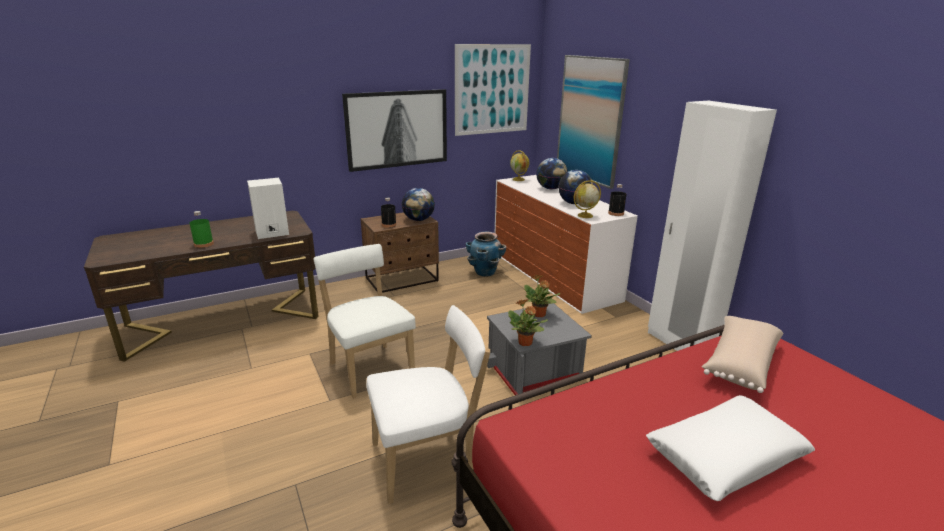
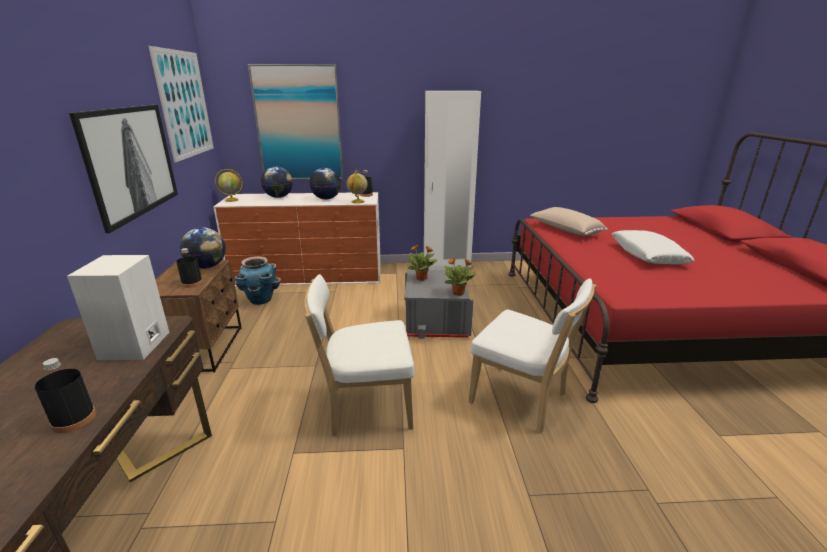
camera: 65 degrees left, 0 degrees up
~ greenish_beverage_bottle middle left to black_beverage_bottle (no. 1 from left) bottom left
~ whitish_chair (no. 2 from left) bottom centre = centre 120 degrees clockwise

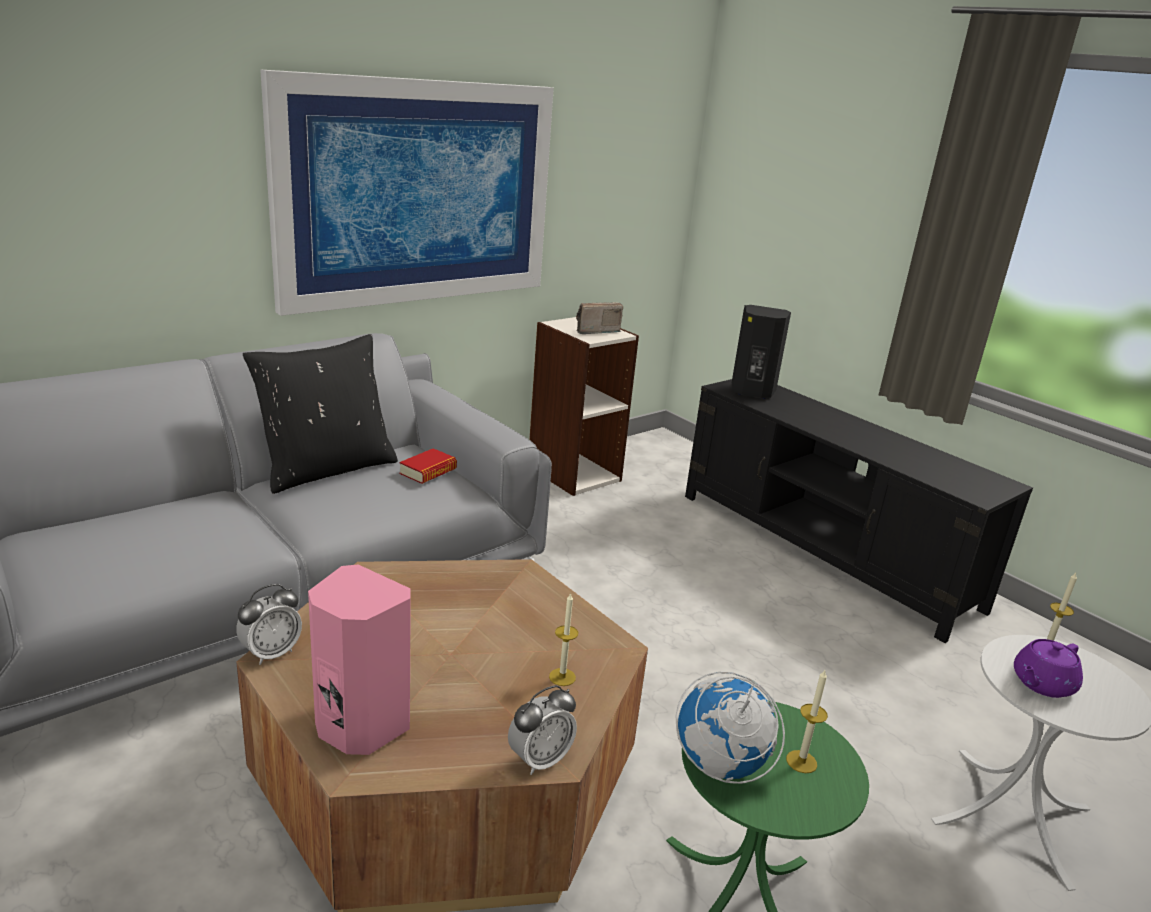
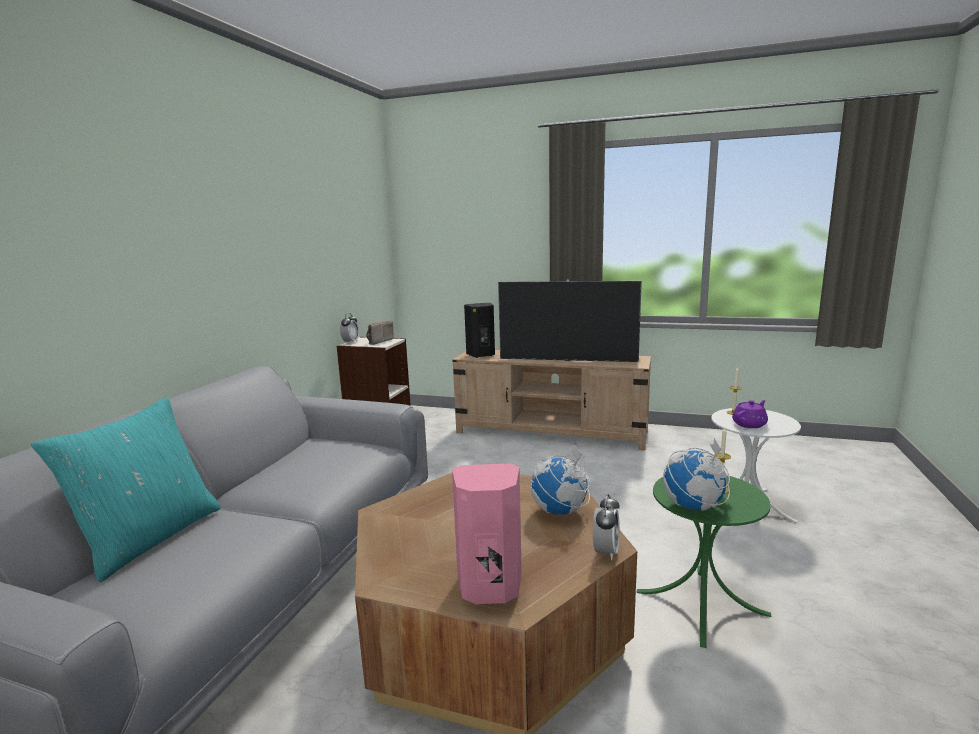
camera: 30 degrees left, 10 degrees down
- black_throw_pillow middle left
- wall_picture top centre
- book centre
+ turquoise_throw_pillow middle left
+ TV_set centre
~ alarm_clock (no. 1 from left) bottom left to centre
~ wax_candle (no. 1 from left) bottom centre to world_globe (no. 1 from left) centre
~ black_tv_unit middle right to beige_tv_unit centre
~ purple_tea_pot bottom right = middle right 150 degrees counterclockwise

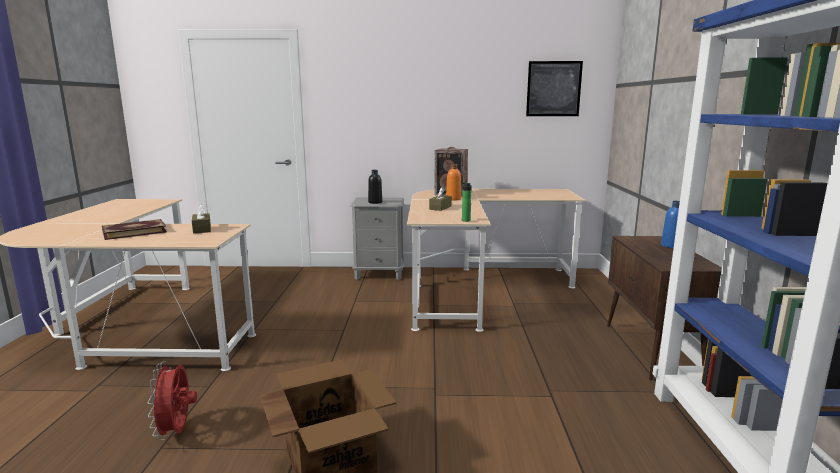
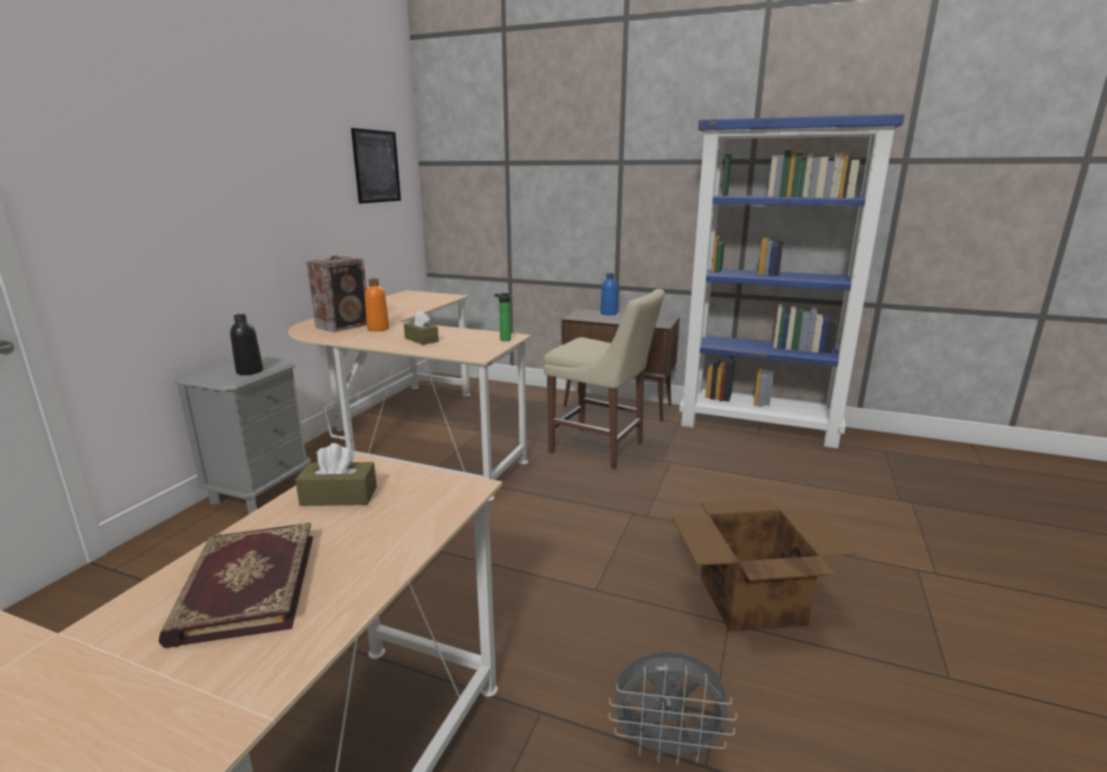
camera: 70 degrees left, 5 degrees up
+ beige_chair centre
~ red-coloured_cooling_fan bottom left to grey_cooling_fan bottom centre

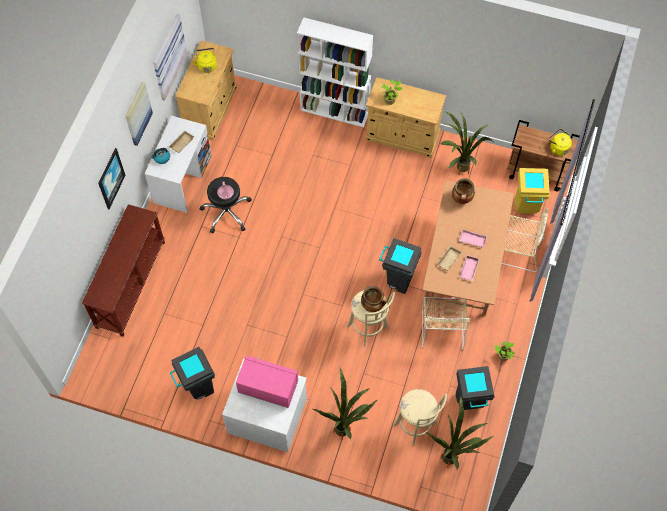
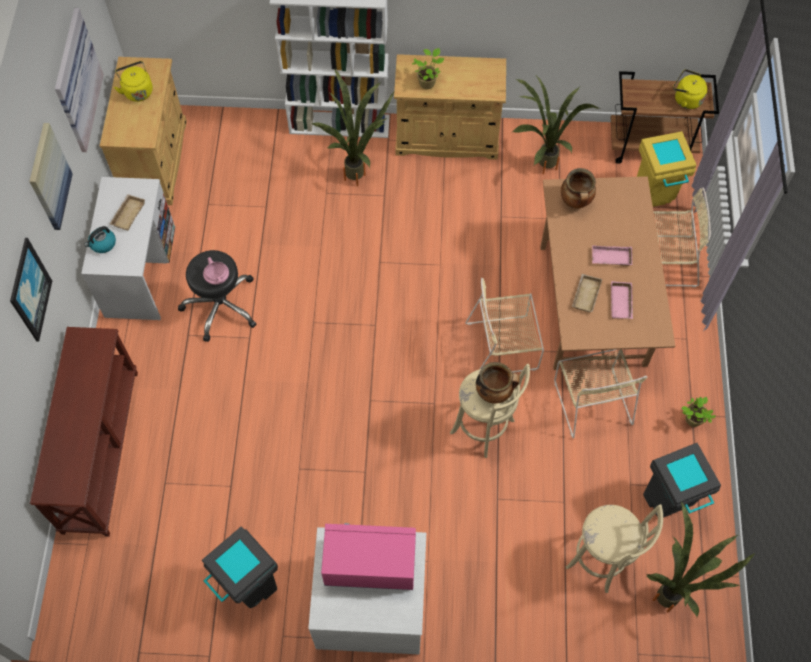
camera: 15 degrees left, 0 degrees up
~ potted_plant (no. 1 from left) bottom centre to top centre
~ grey_rubbish_bin (no. 2 from left) centre to beige_chair (no. 1 from left) centre

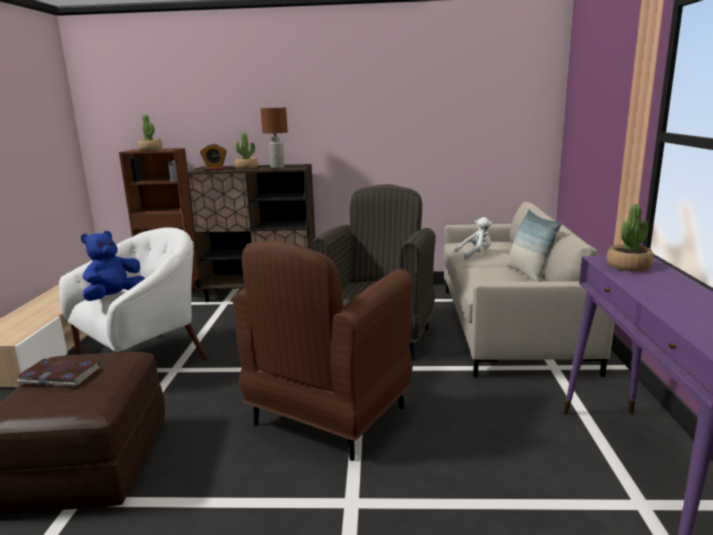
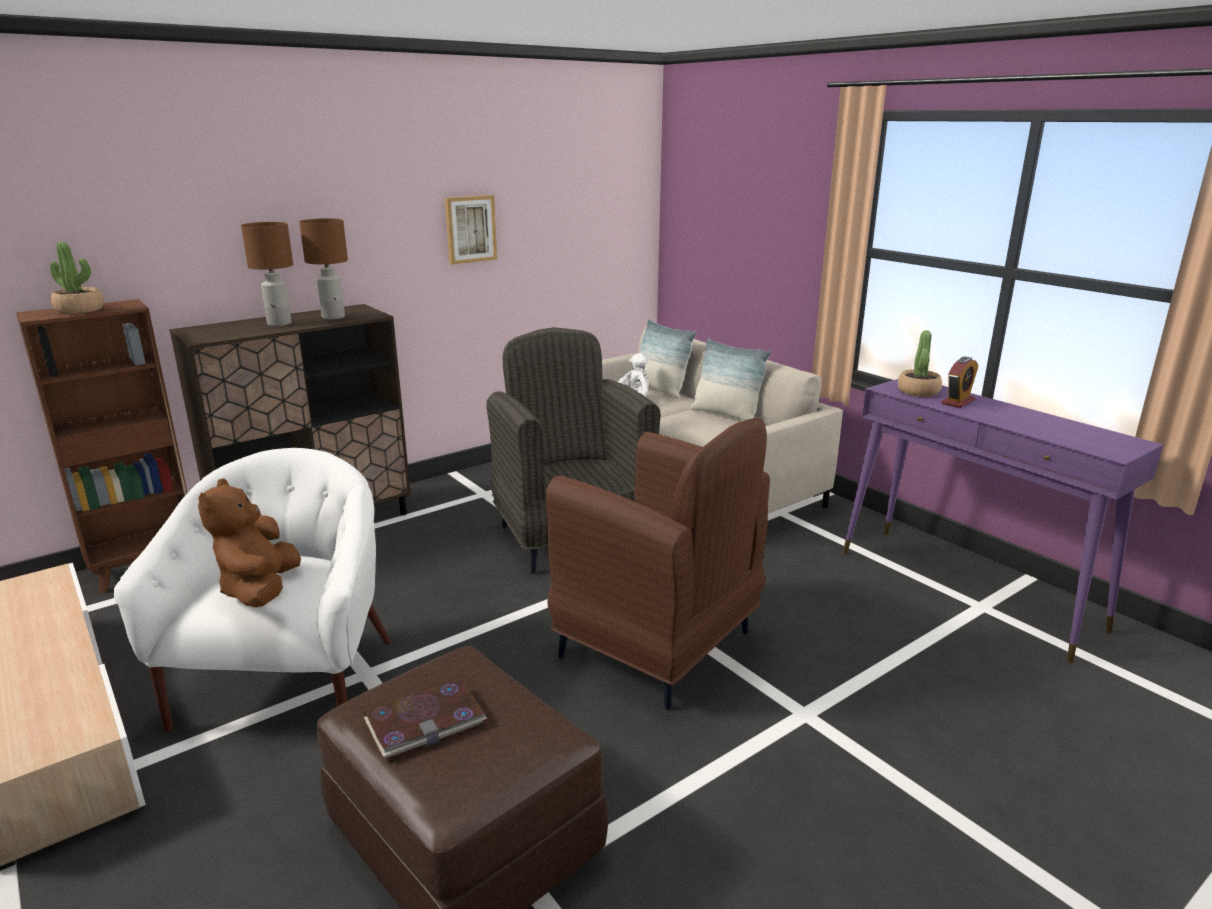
camera: 40 degrees left, 5 degrees up
+ wall_picture top centre
+ throw_pillow (no. 1 from left) centre
~ alarm_clock top left to middle right
~ potted_plant (no. 2 from left) top centre to brown_tabletop_lamp (no. 1 from left) top left
~ bluish_cuddly_toy middle left to brown_cuddly_toy middle left
~ brown_easy_chair centre = centre 45 degrees counterclockwise

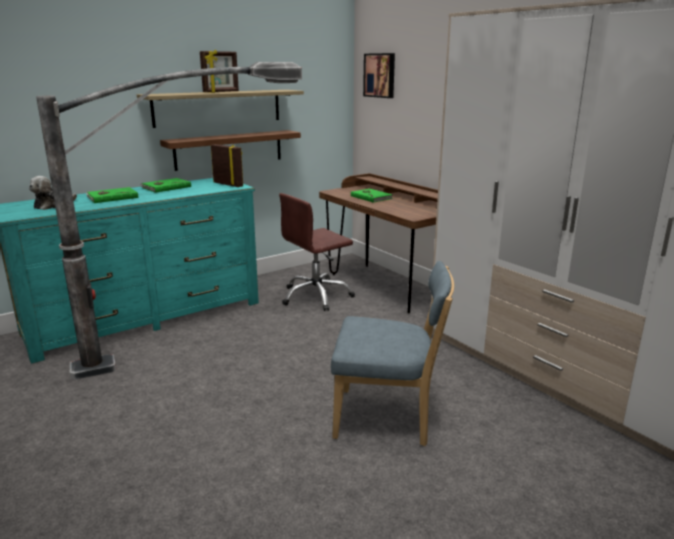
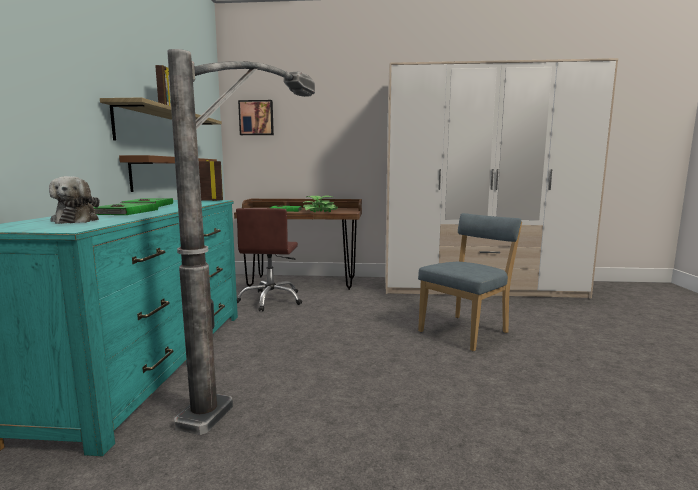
camera: 50 degrees left, 10 degrees down
+ potted_plant centre

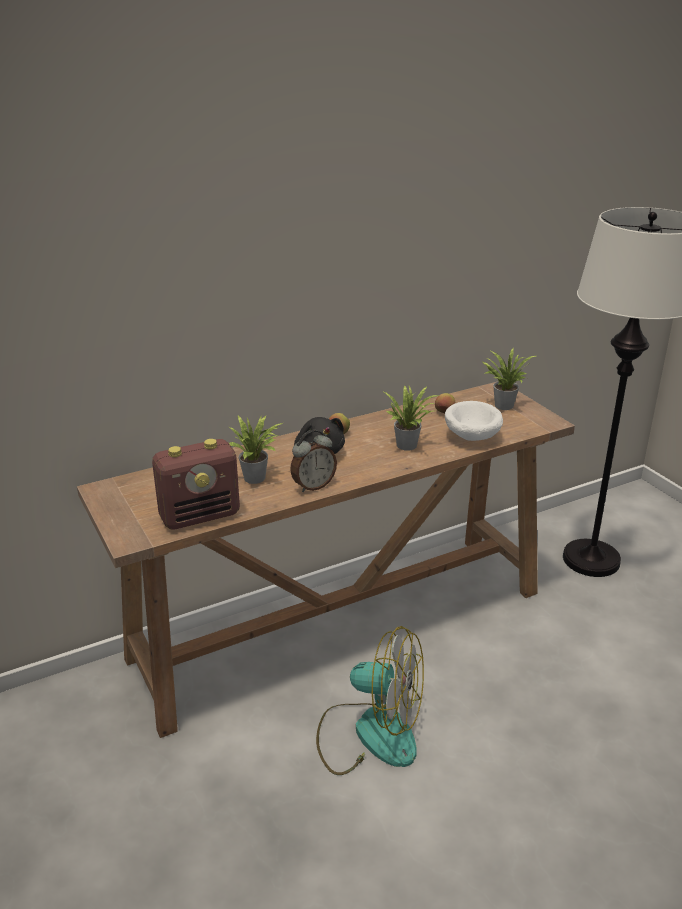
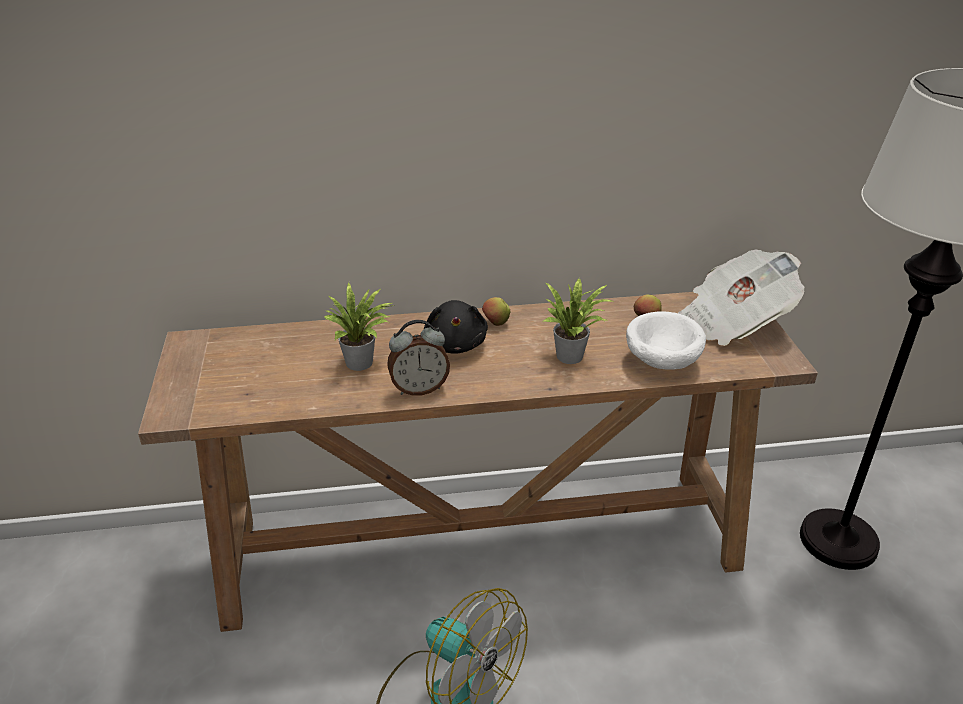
camera: 20 degrees right, 5 degrees up
- radio middle left
~ potted_plant (no. 3 from left) middle right to newspaper middle right

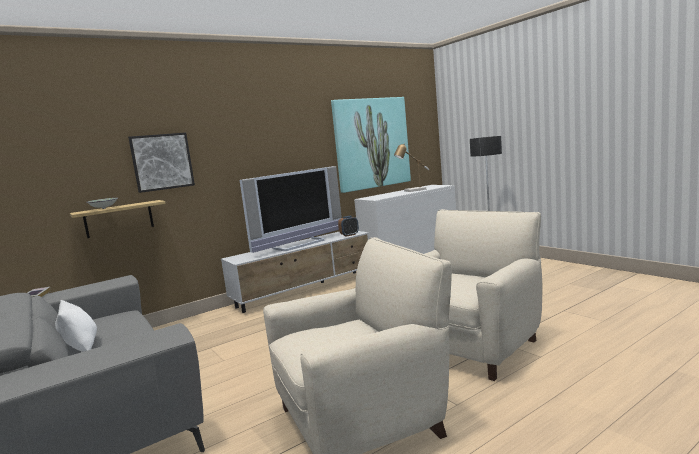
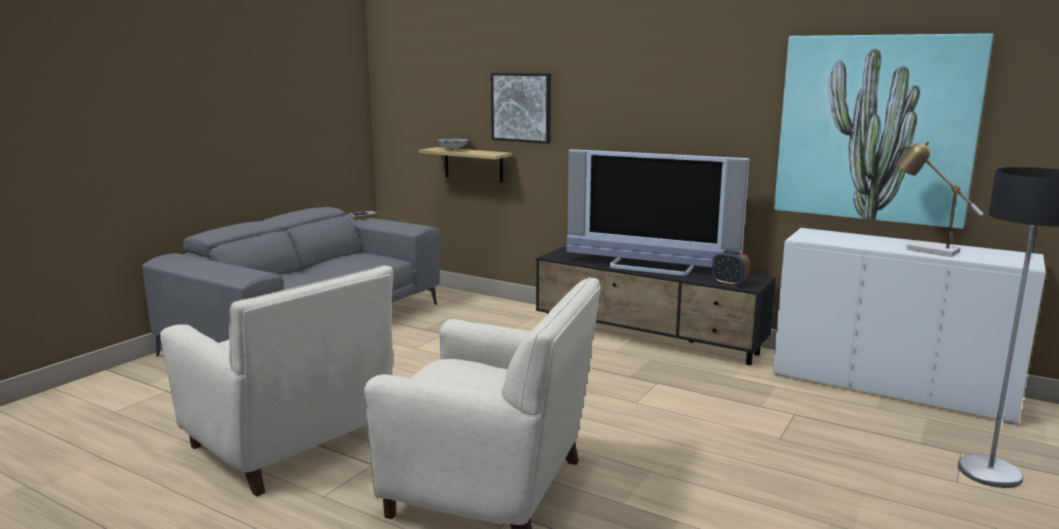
camera: 65 degrees right, 5 degrees up
- whitish_throw_pillow bottom left
~ whitish_tv_unit centre to black_tv_unit centre

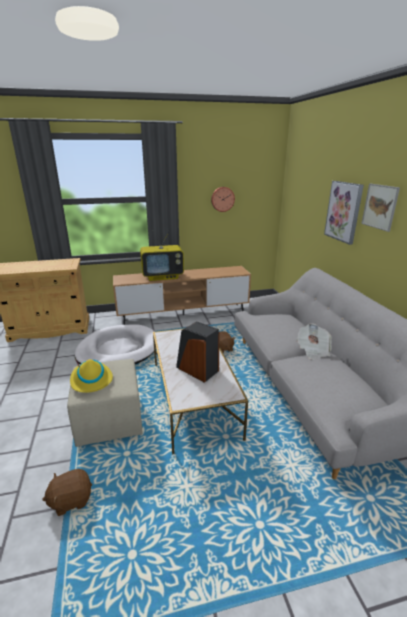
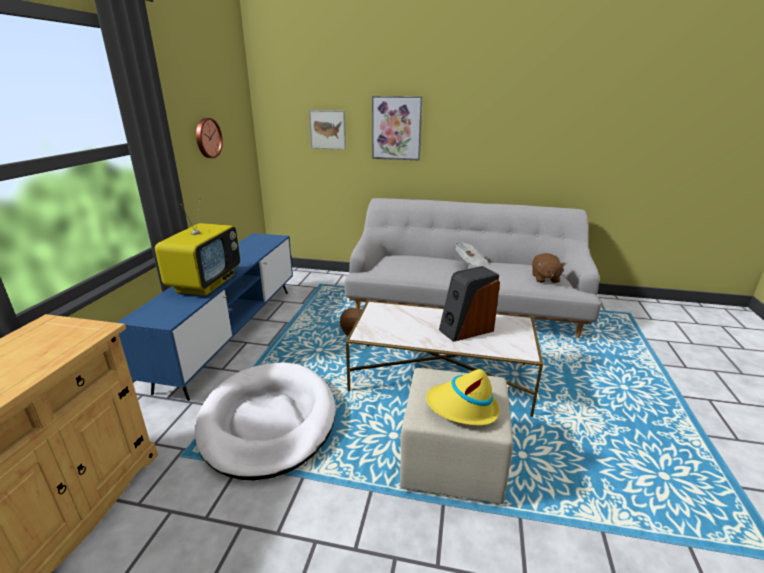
camera: 65 degrees left, 0 degrees up
~ brown_cuddly_toy (no. 1 from left in the first image) bottom left to brown_cuddly_toy (no. 2 from left) middle right
~ wall_picture (no. 2 from left in the first image) middle right to wall_picture (no. 1 from left) top centre
~ brown_tv_unit centre to bluish_tv_unit middle left

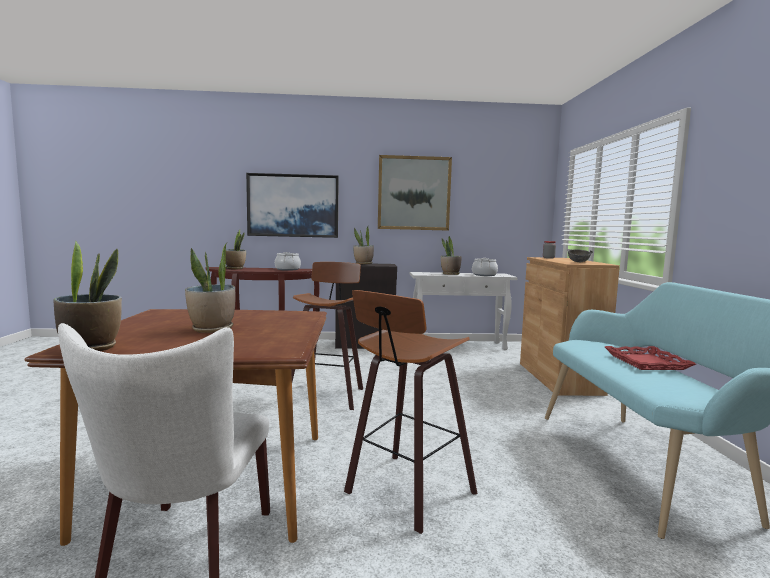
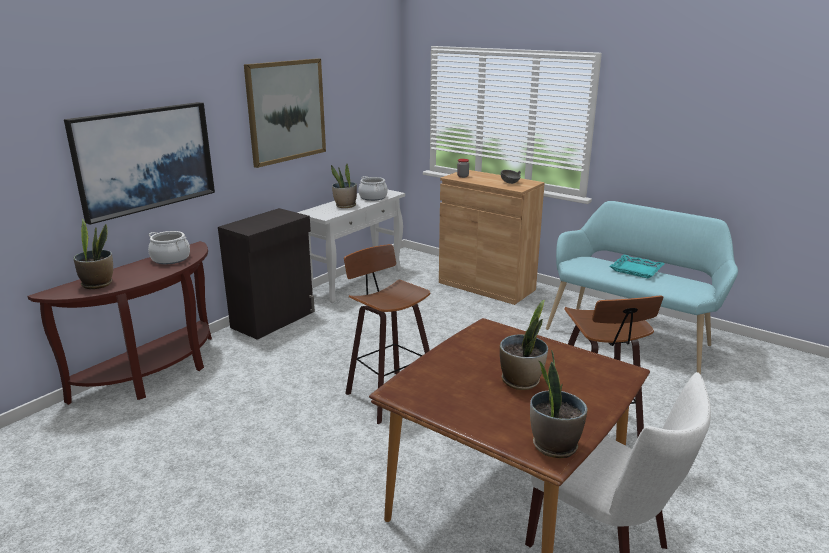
camera: 50 degrees left, 15 degrees up
- potted_plant (no. 4 from left) centre
~ red-coloured_tray middle right to turquoise_tray middle right

